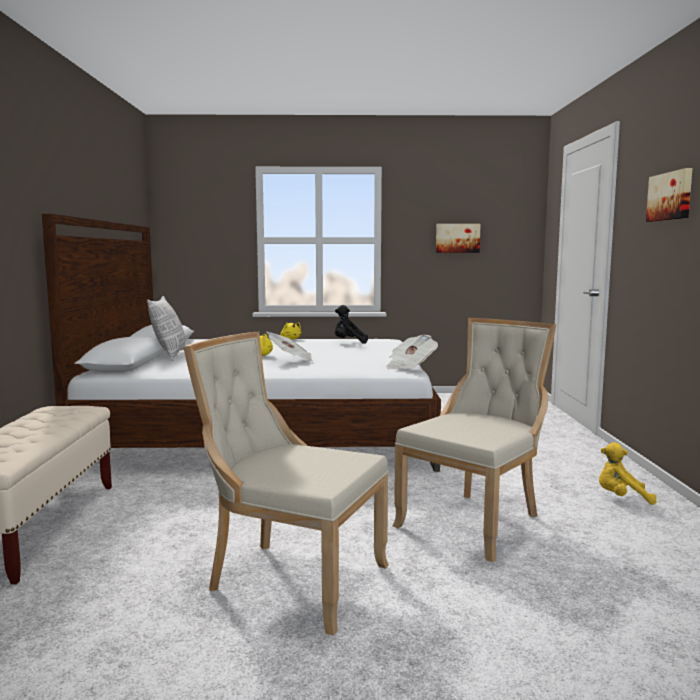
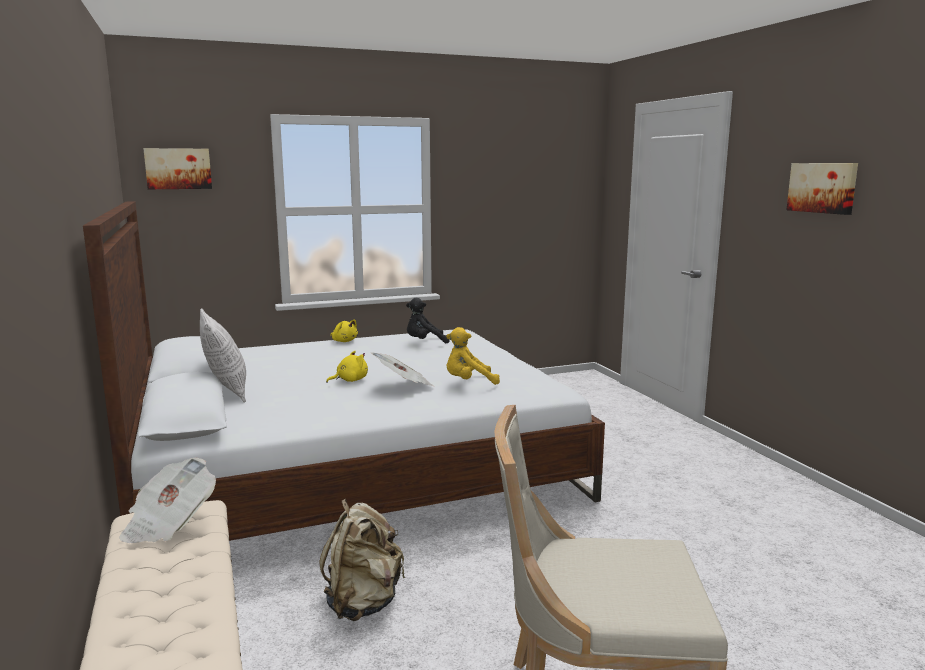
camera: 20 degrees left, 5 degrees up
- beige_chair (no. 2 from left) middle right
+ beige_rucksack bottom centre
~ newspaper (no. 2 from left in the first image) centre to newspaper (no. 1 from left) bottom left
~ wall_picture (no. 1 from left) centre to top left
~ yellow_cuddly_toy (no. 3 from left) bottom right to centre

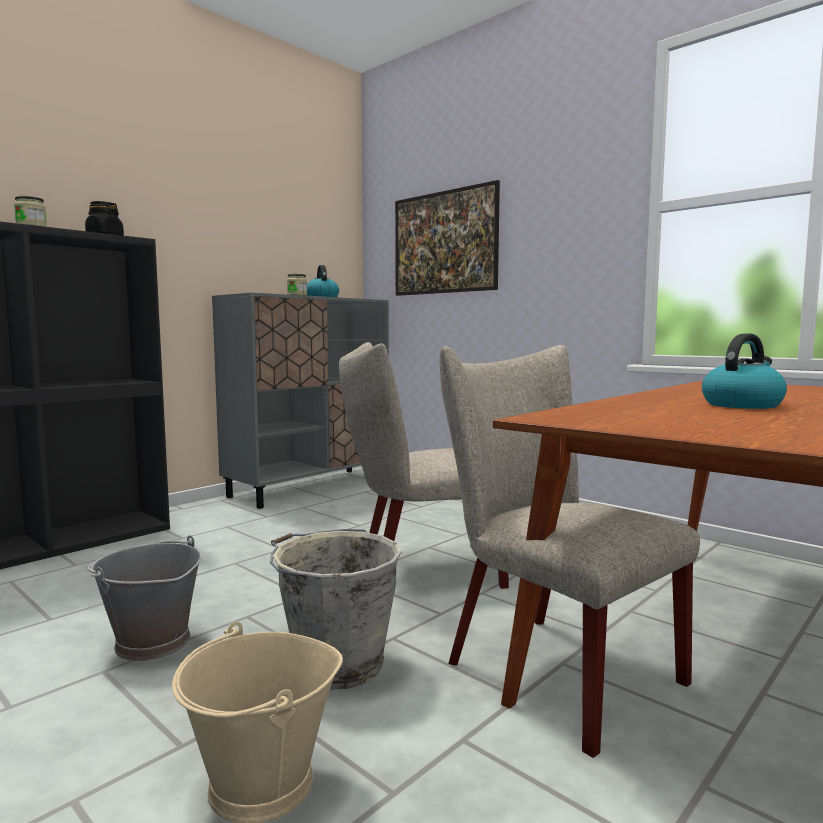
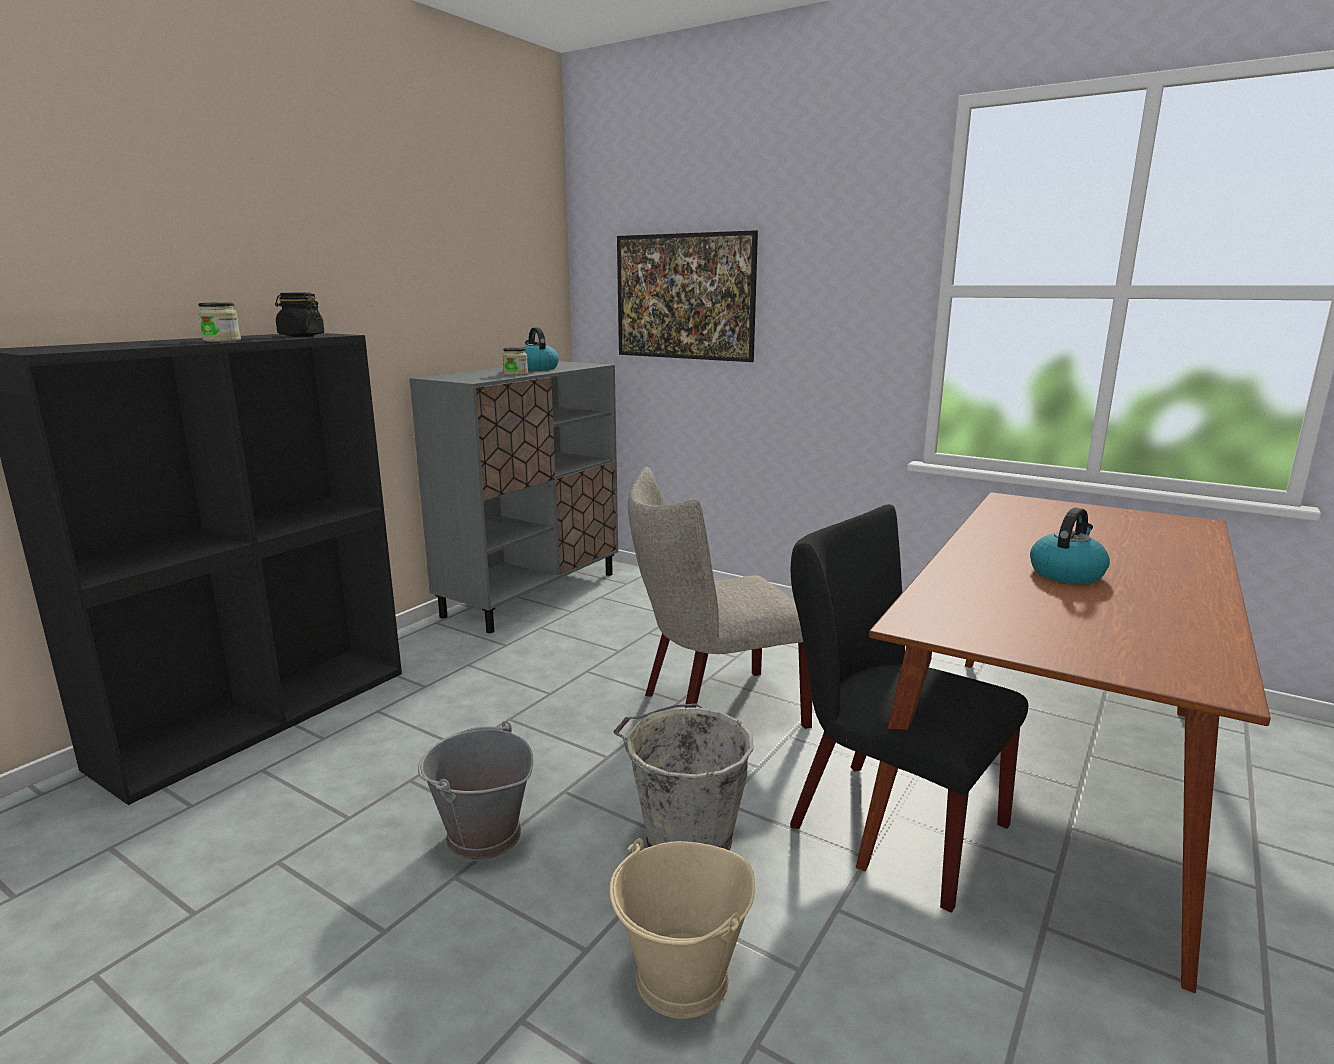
camera: 10 degrees left, 10 degrees up
~ beige_chair (no. 2 from left) bottom right to black_chair middle right

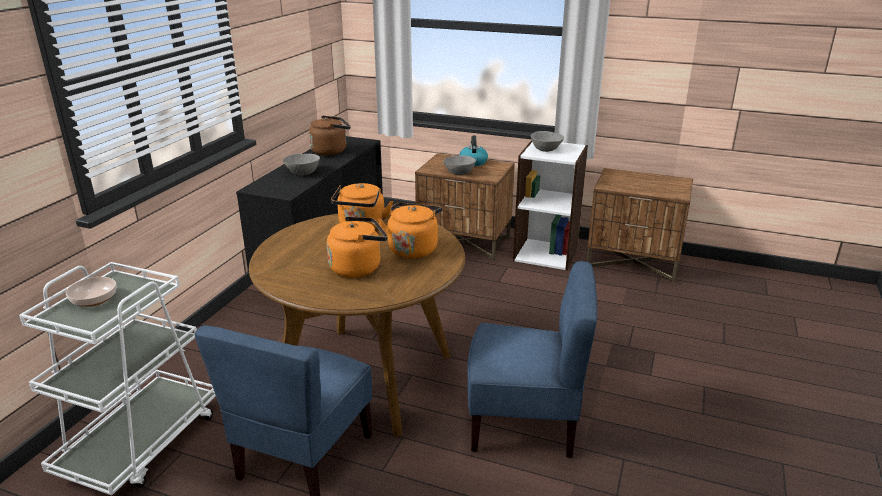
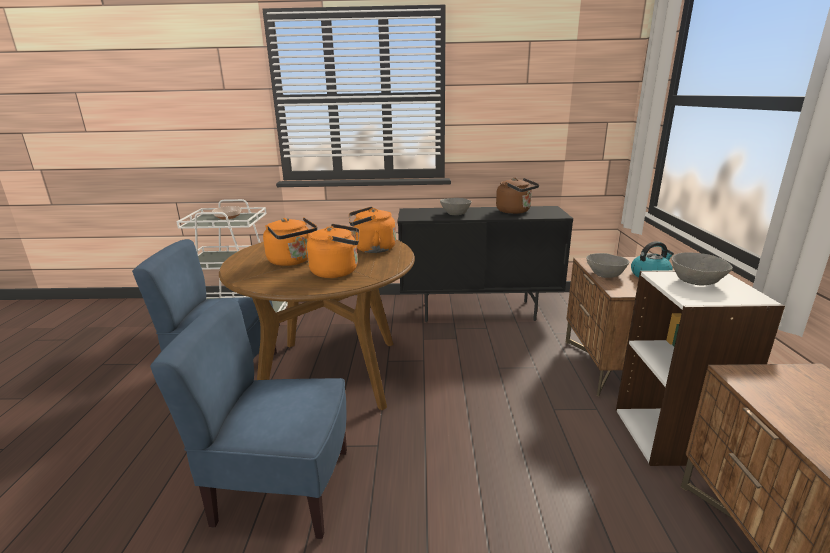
camera: 70 degrees right, 5 degrees down
~ bluish_chair (no. 2 from left) bottom centre = bottom left 105 degrees clockwise

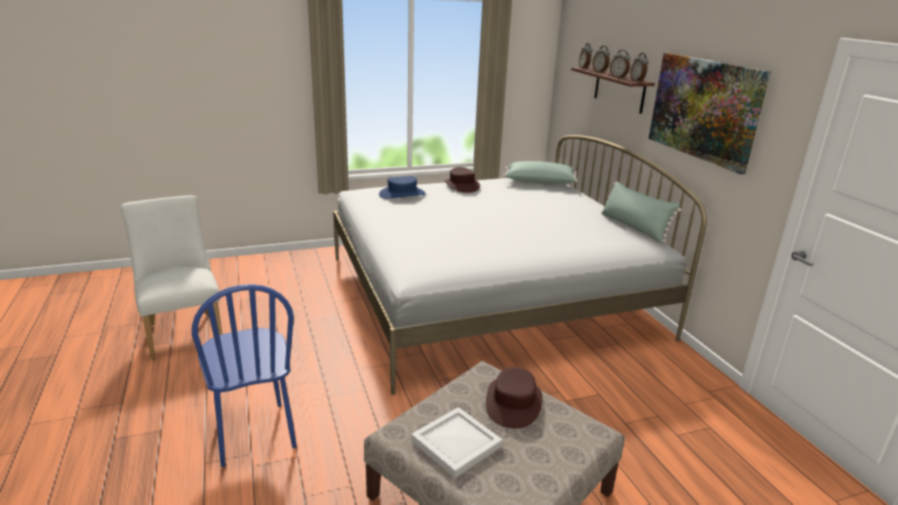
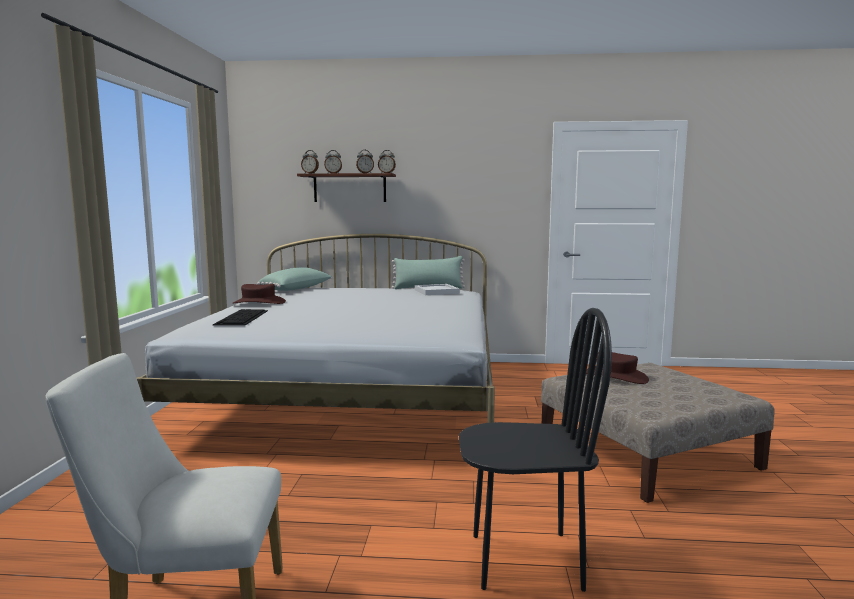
camera: 65 degrees left, 15 degrees down
- wall_picture top right
~ whitish_tray bottom centre to centre
~ bluish_clothing_hat centre to computer_keyboard middle left
~ bluish_chair bottom left to black_chair bottom centre

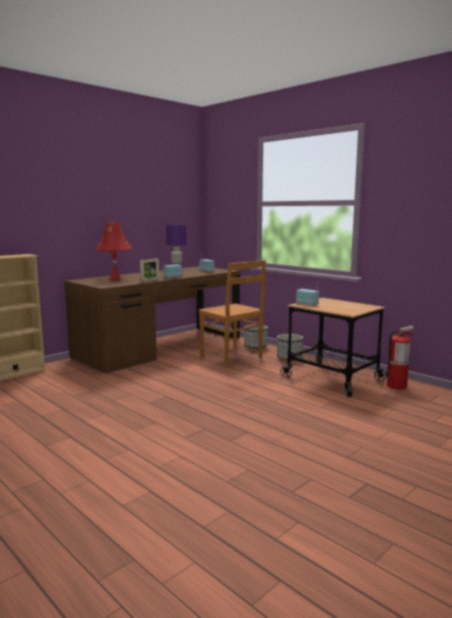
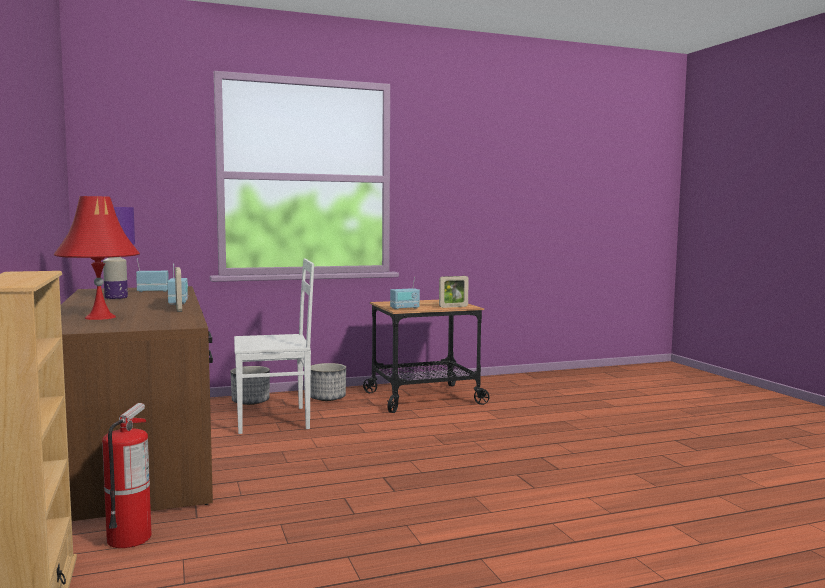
camera: 65 degrees left, 5 degrees down
+ photo_frame (no. 2 from left) centre
~ fire_extinguisher middle right to bottom left
~ brown_chair centre to whitish_chair middle left

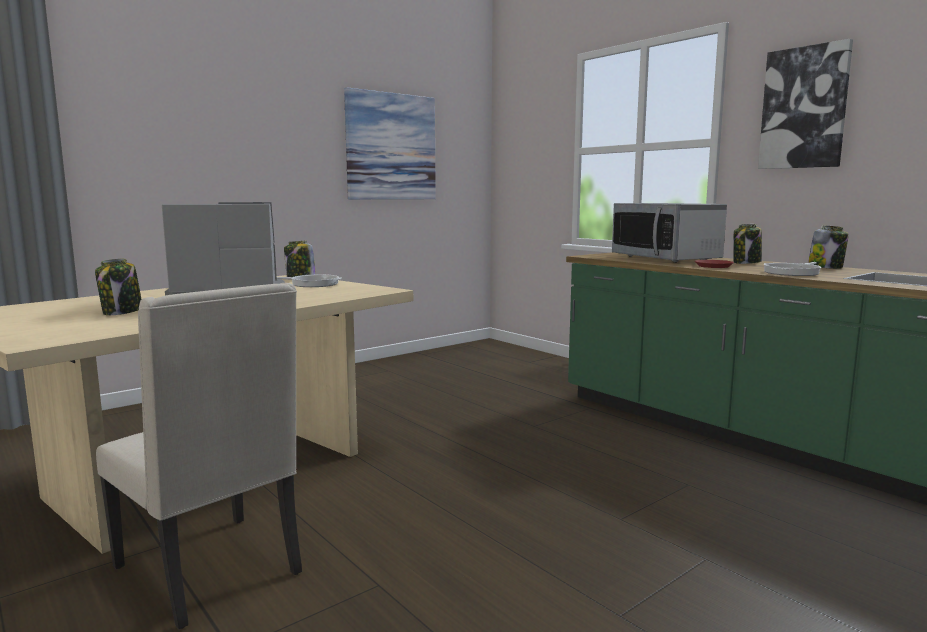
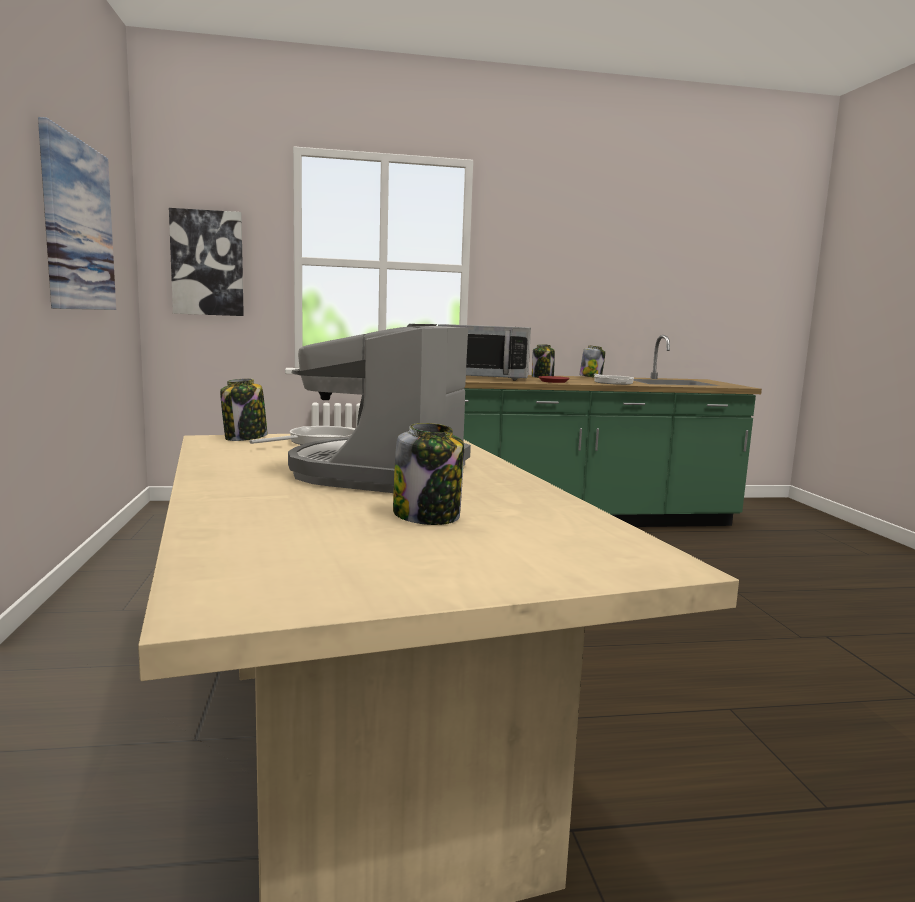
camera: 60 degrees left, 0 degrees up
- beige_chair bottom left
~ wall_picture (no. 2 from left) top right to top left

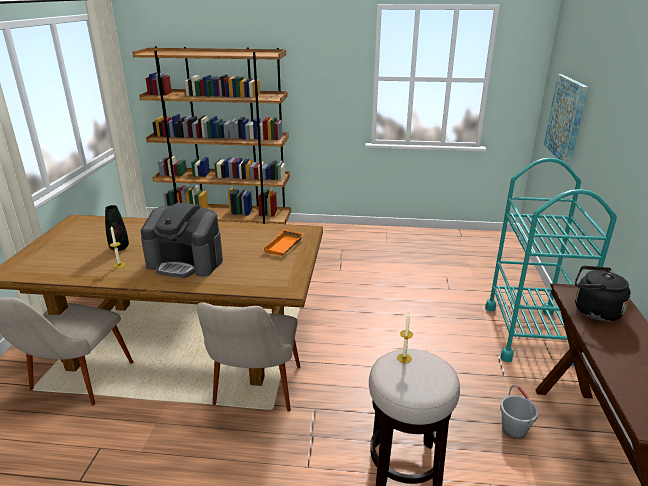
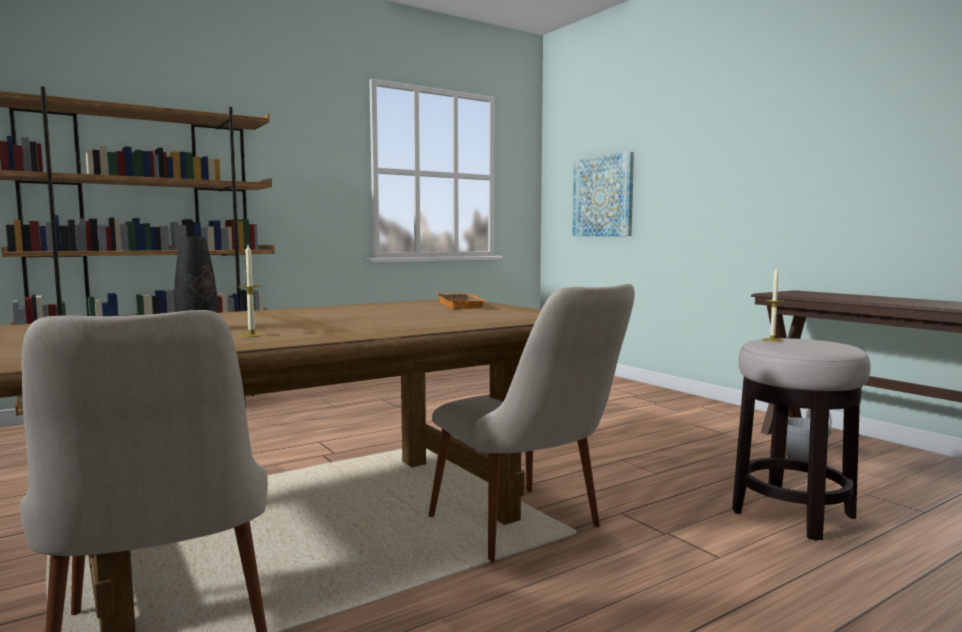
camera: 40 degrees left, 20 degrees down
- coffee_machine middle left
- turquoise_trolley middle right
- black_water_kettle middle right

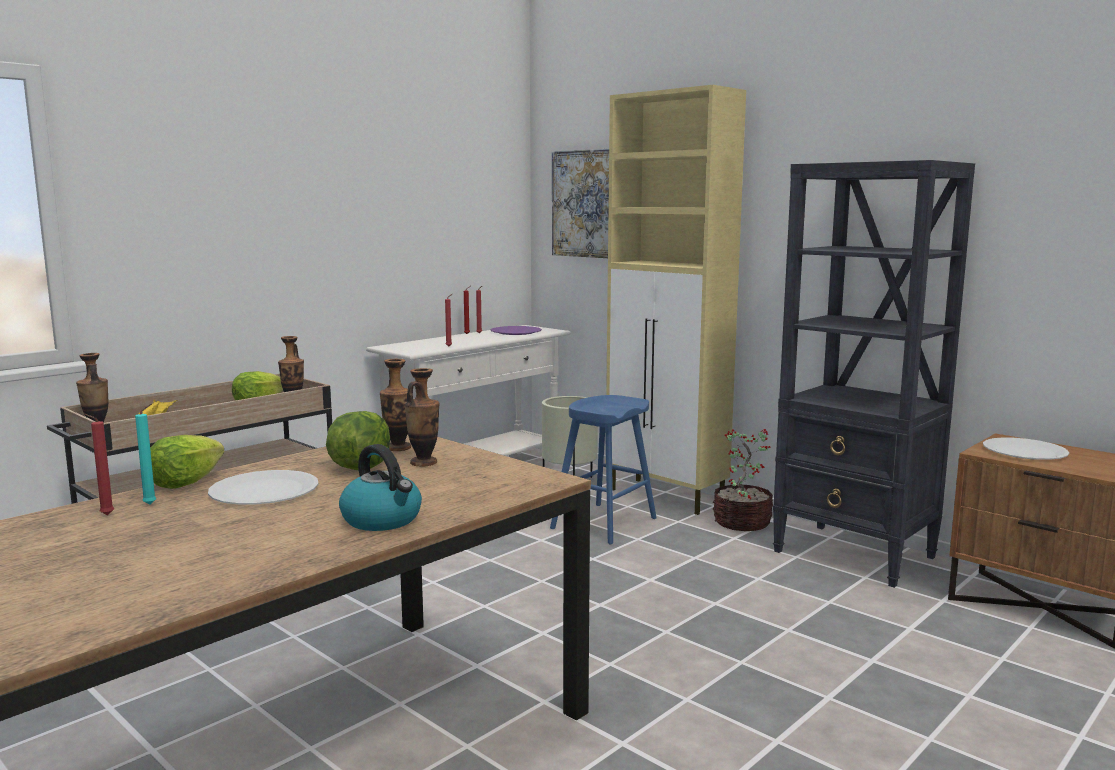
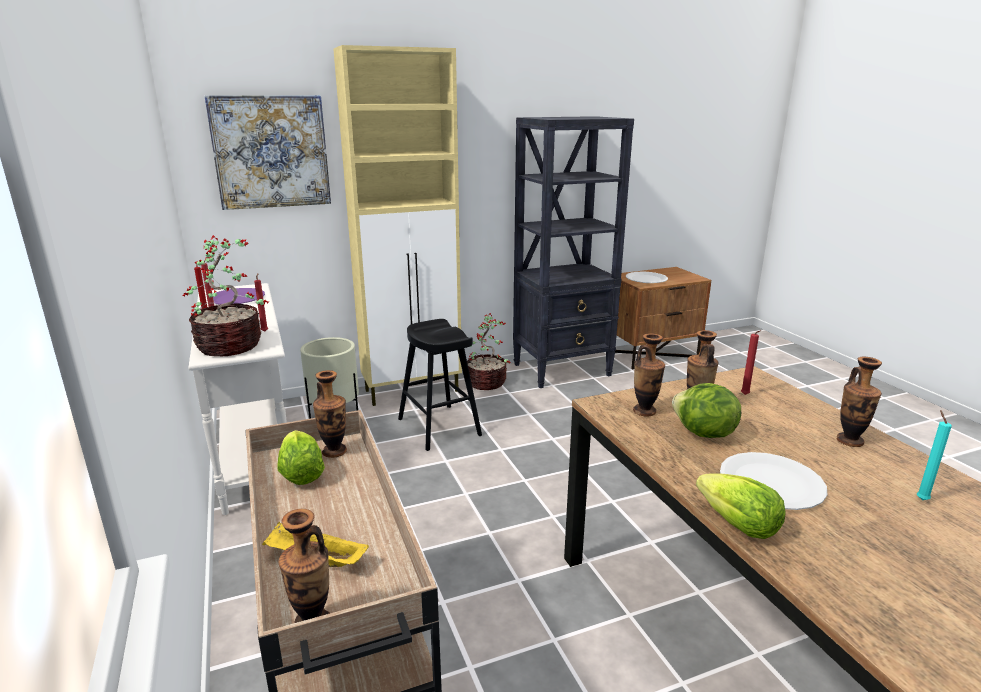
camera: 65 degrees left, 10 degrees up
+ potted_plant (no. 1 from left) middle left
~ red-coloured_wax_candle (no. 1 from left in the first image) middle left to red-coloured_wax_candle (no. 4 from left) middle right
~ turquoise_wax_candle middle left to middle right
~ water_kettle centre to vase (no. 5 from left) middle right
~ bluish_stool centre to black_stool centre

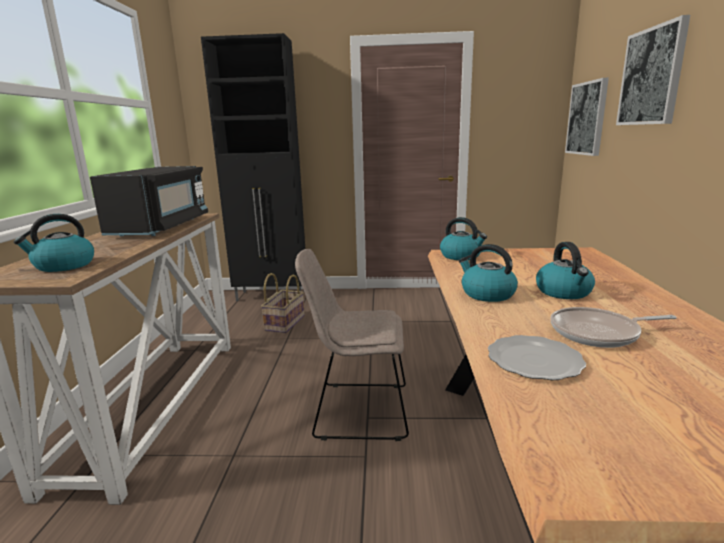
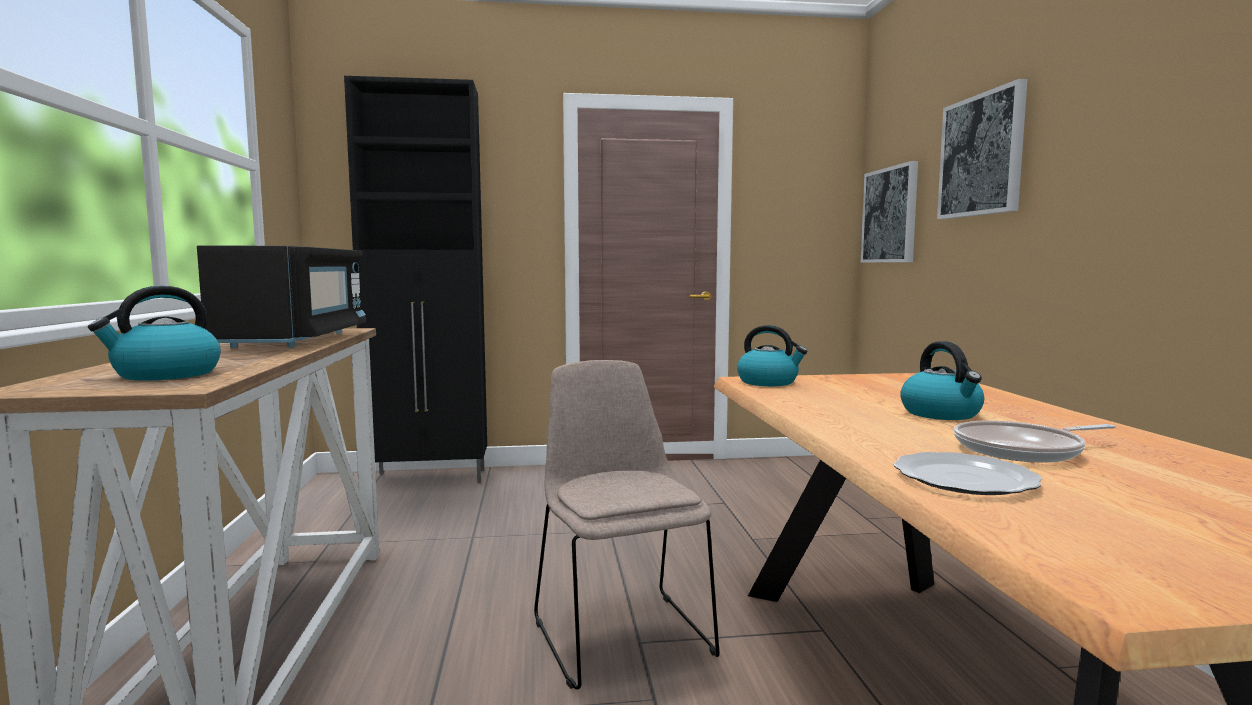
camera: 10 degrees left, 10 degrees down
- basket centre
- water_kettle (no. 3 from left) middle right
~ beige_chair centre = bottom centre 75 degrees clockwise

